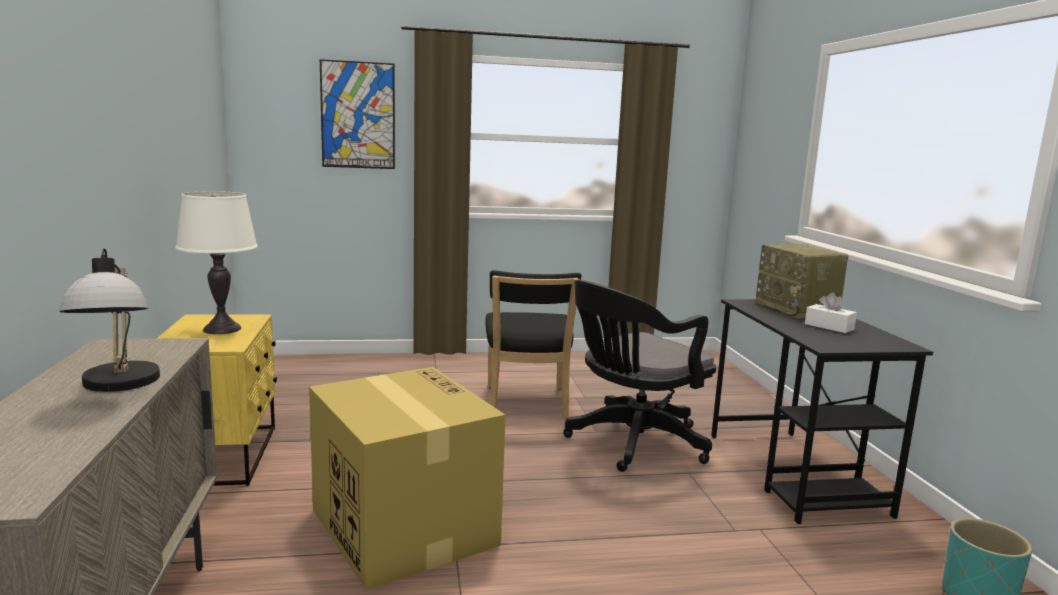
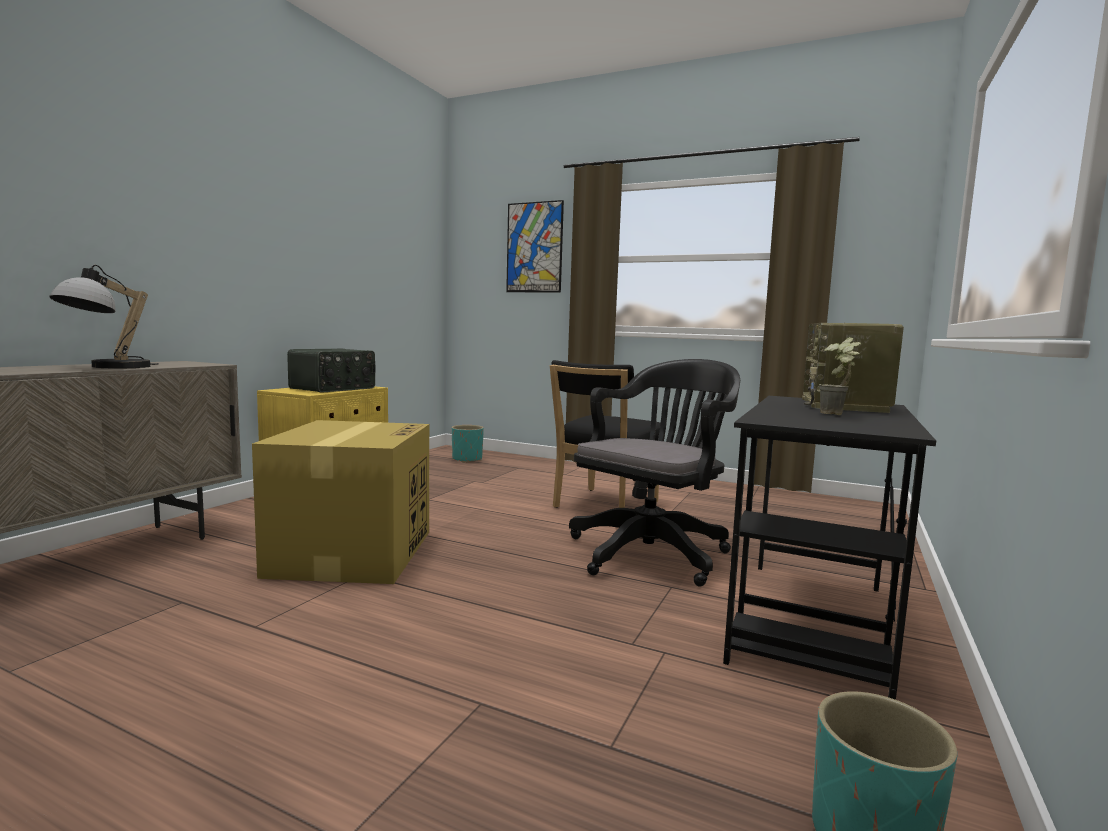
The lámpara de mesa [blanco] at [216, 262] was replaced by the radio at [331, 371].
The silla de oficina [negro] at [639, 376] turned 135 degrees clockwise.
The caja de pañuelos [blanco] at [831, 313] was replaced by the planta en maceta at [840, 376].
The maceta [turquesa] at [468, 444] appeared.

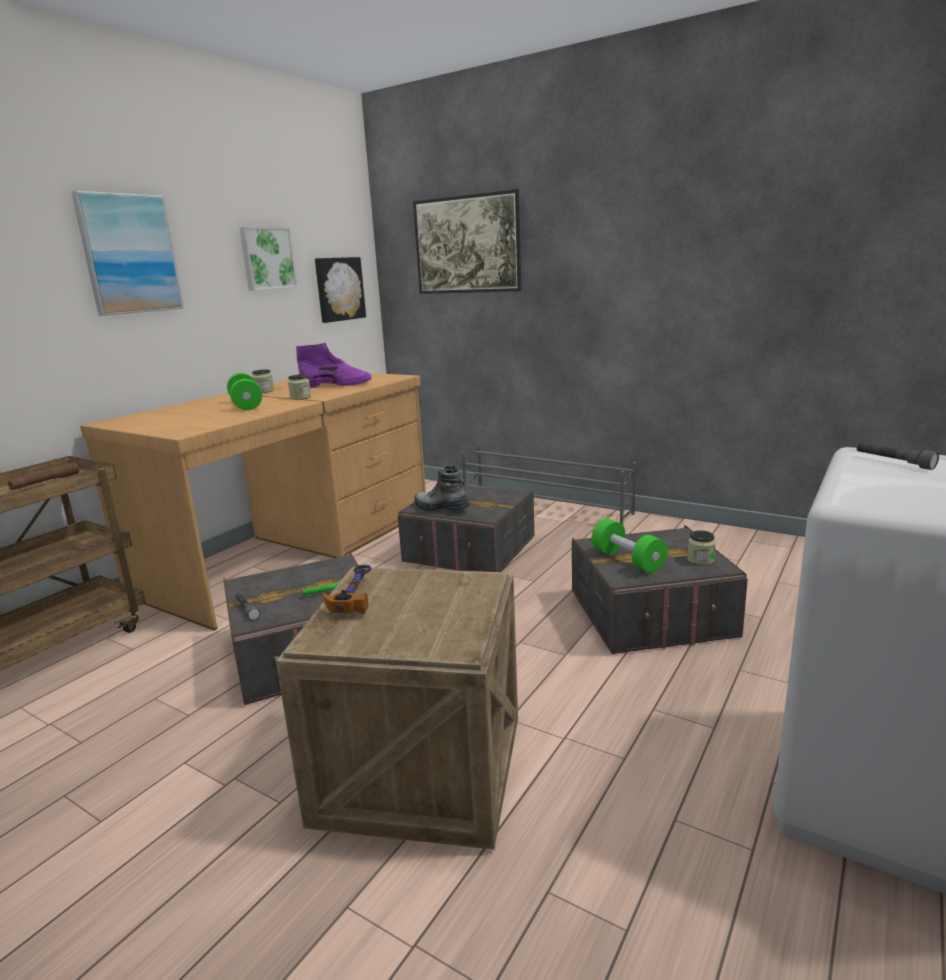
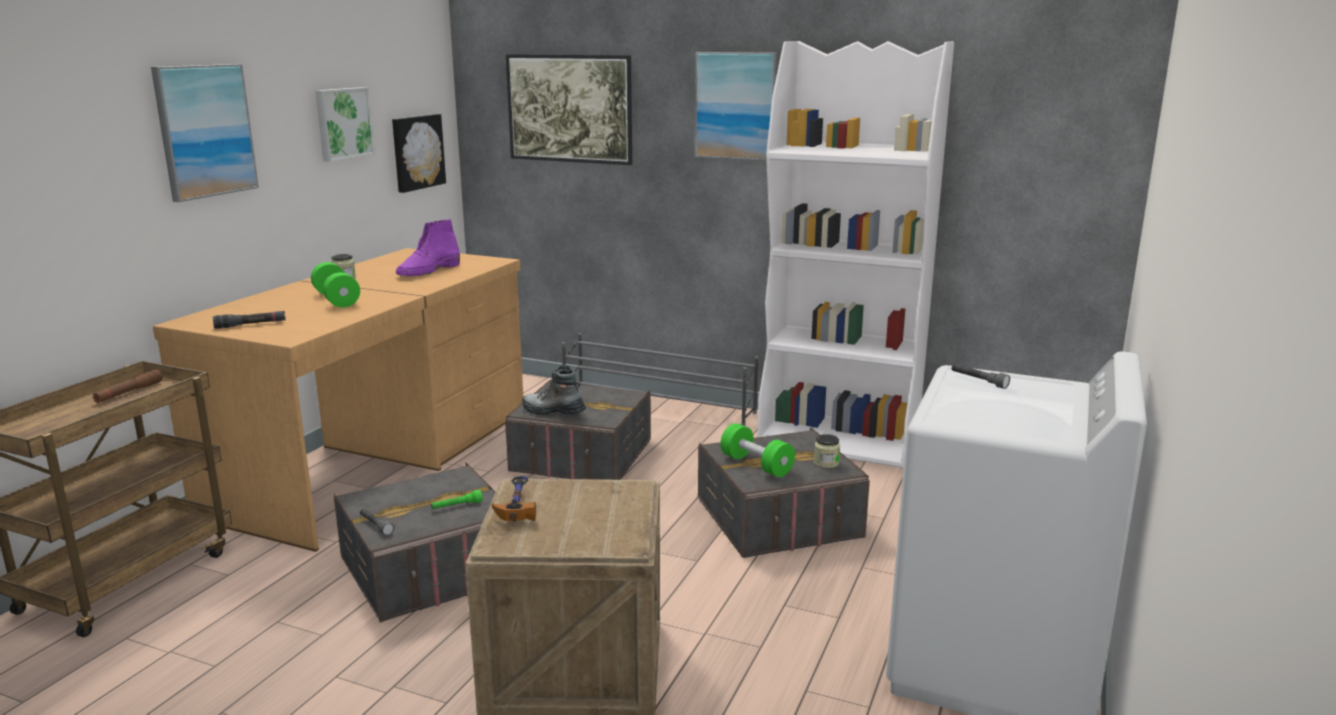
The bota [morado] at [334, 365] turned 135 degrees clockwise.
The tarro at [299, 387] disappeared.
The estantería [blanco] at [855, 254] appeared.
The cuadro at [736, 106] appeared.
The linterna [negro] at [249, 320] appeared.

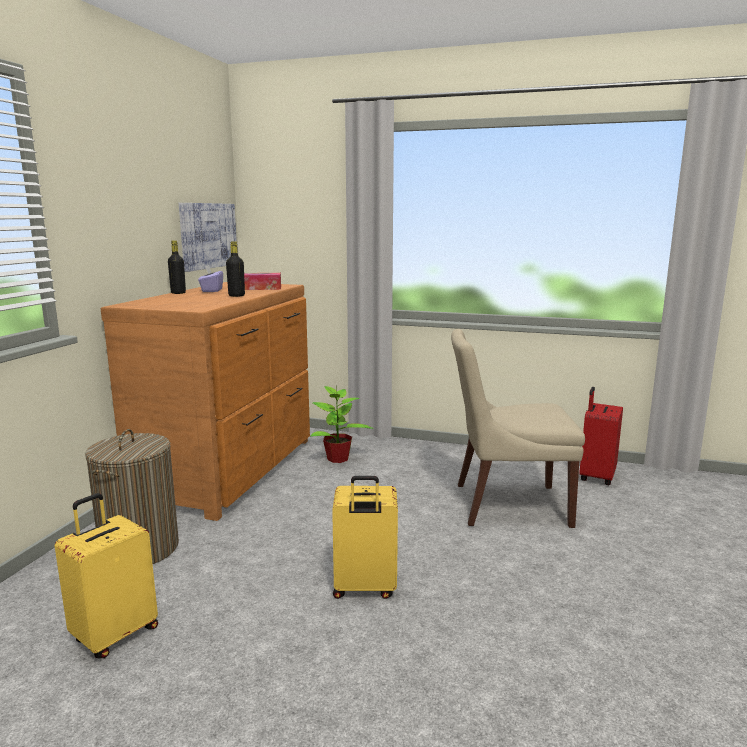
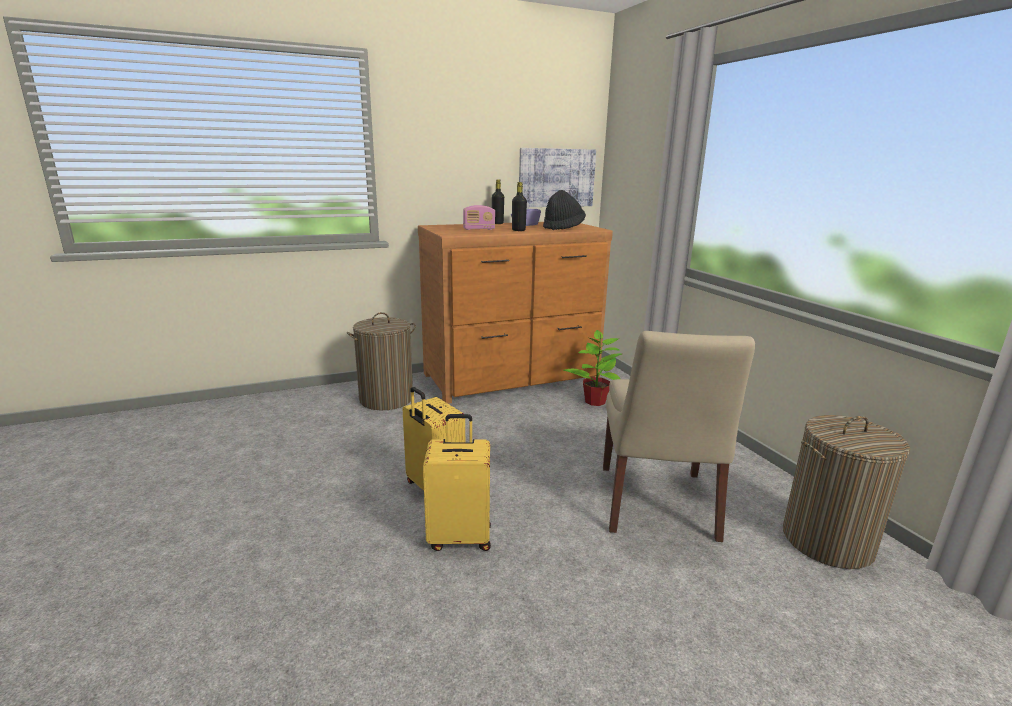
The caja de pañuelos at [262, 281] was replaced by the sombrero [negro] at [564, 210].
The silla [beis] at [518, 428] turned 135 degrees counterclockwise.
The maleta [rojo] at [601, 436] was replaced by the cesto de la ropa at [846, 492].
The maleta [amarillo] moved from [106, 576] to [457, 482].
The radio at [479, 217] appeared.

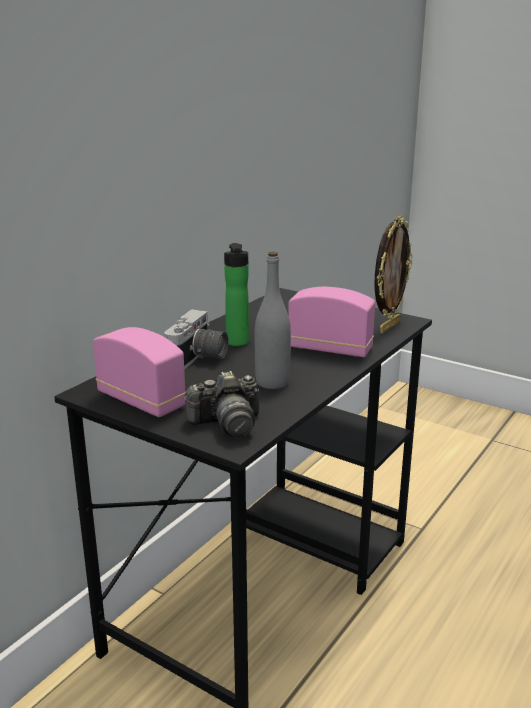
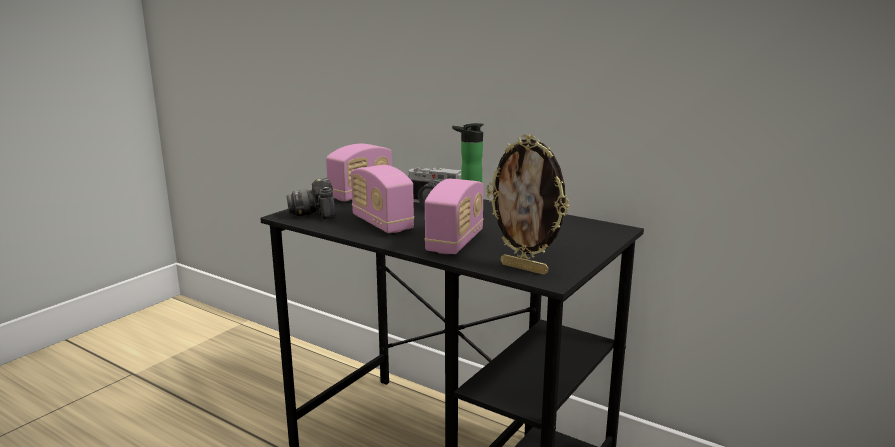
The botella [gris] at [273, 320] was replaced by the radio at [382, 199].

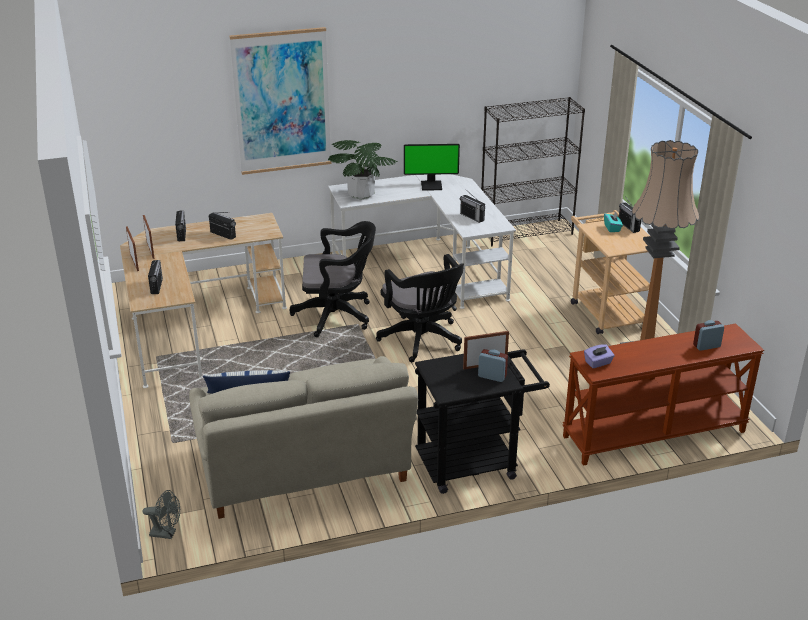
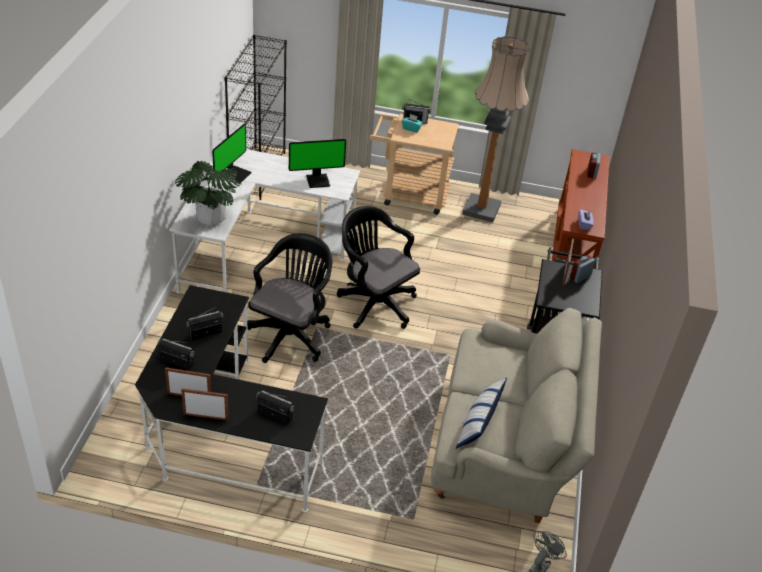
The cuadro at [280, 101] disappeared.
The radio at [472, 206] was replaced by the monitor at [317, 163].
The escritorio [beis] at [203, 300] became the escritorio [negro] at [231, 399].
The silla de oficina [negro] at [420, 308] turned 135 degrees counterclockwise.

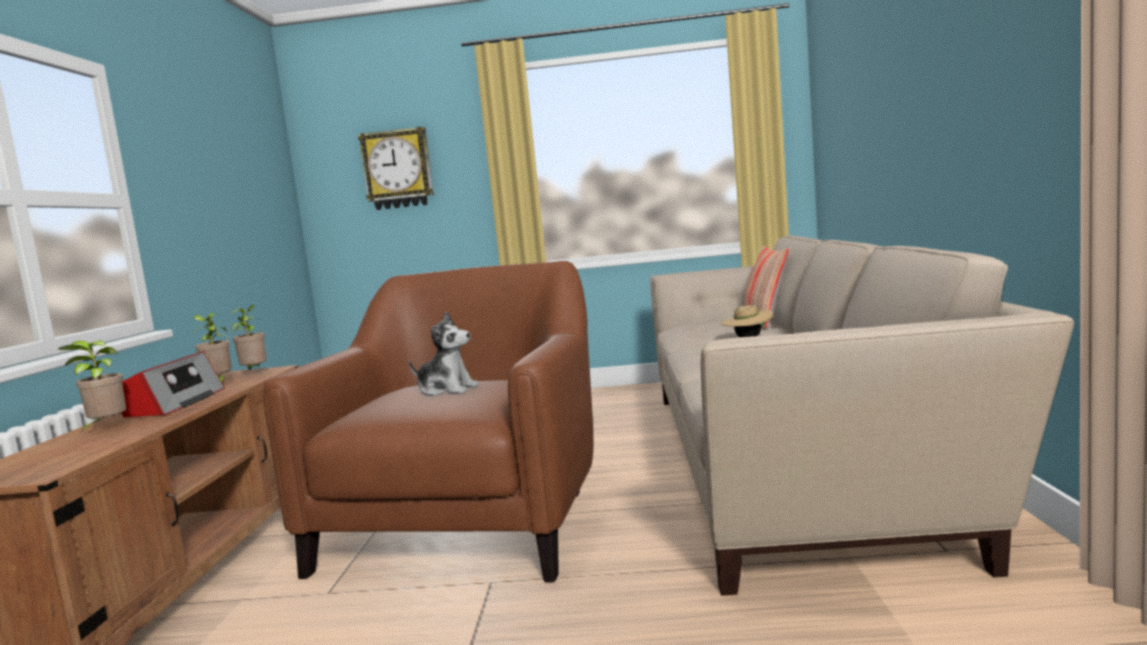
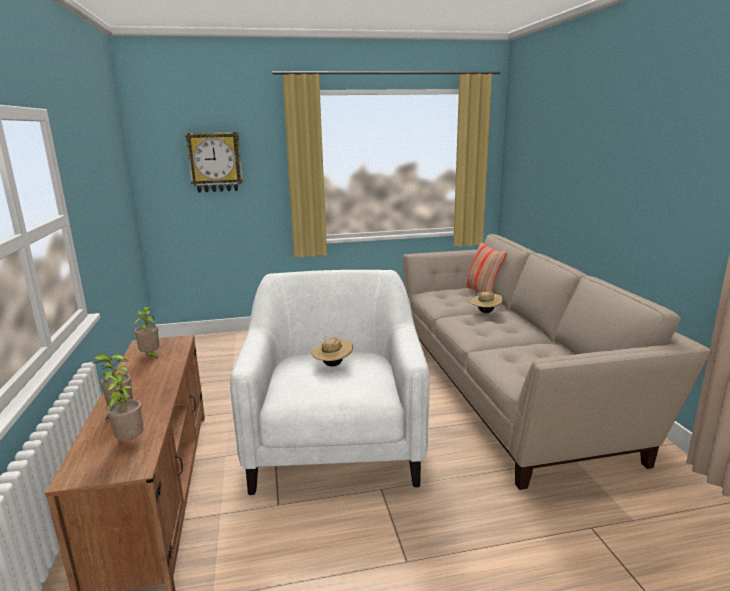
The sillón [marrón] at [428, 422] became the sillón [blanco] at [330, 382].
The planta en maceta moved from [249, 338] to [125, 406].
The peluche at [444, 353] was replaced by the sombrero [beis] at [332, 351].
The radio at [173, 384] disappeared.

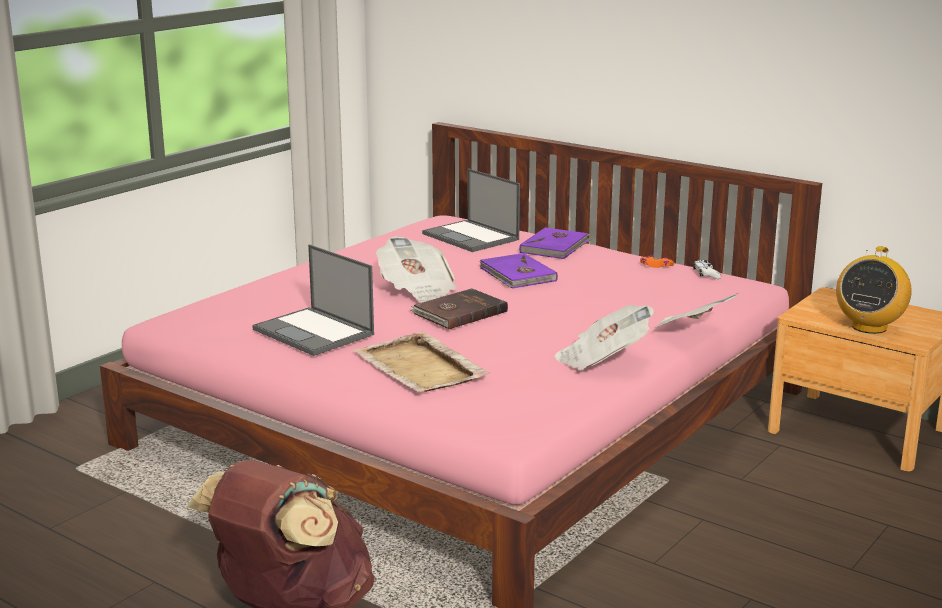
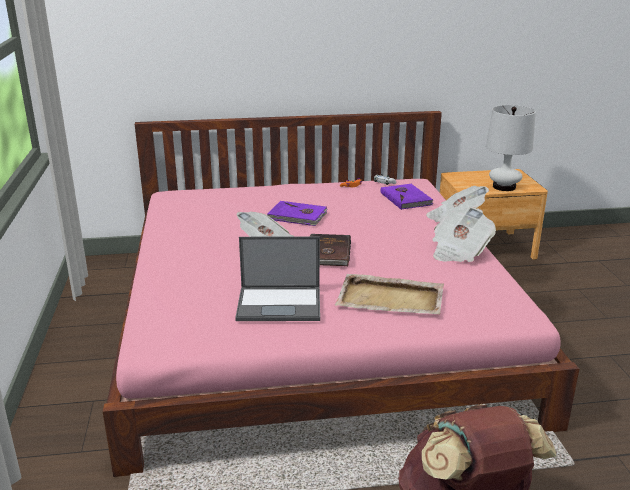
The portátil at [471, 210] disappeared.
The libro [morado] moved from [555, 243] to [407, 197].
The radio at [874, 290] was replaced by the lámpara de mesa [blanco] at [511, 148].

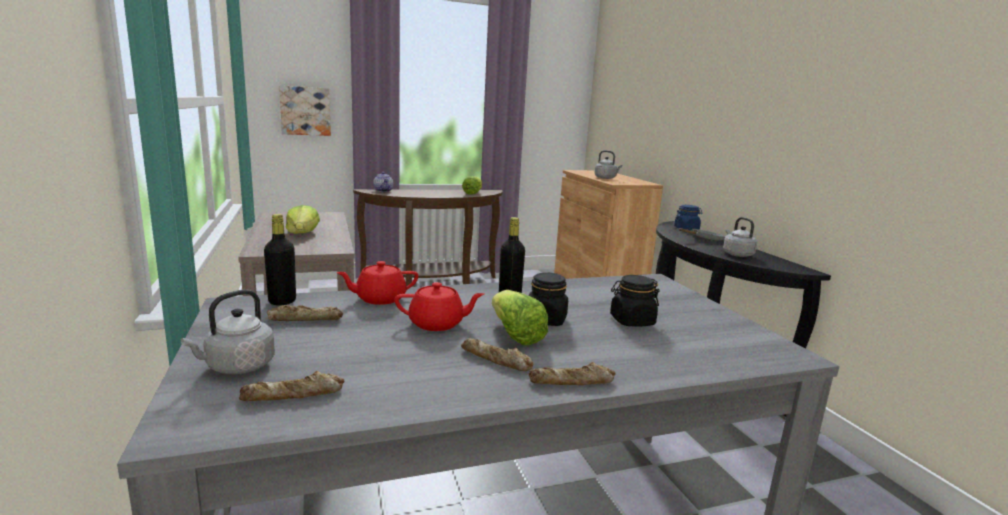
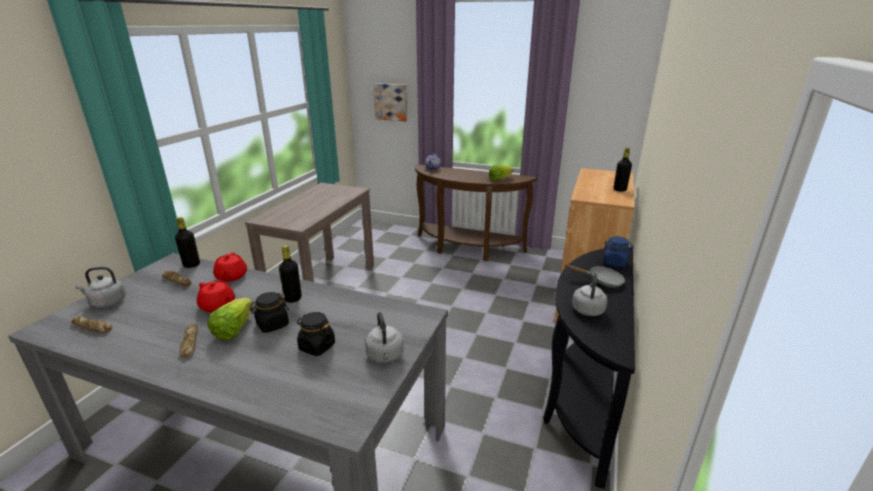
The hervidor [gris] moved from [608, 164] to [384, 337].
The lechuga at [303, 219] disappeared.
The tetera [rojo] at [377, 283] turned 120 degrees counterclockwise.
The pan at [572, 373] disappeared.
The botella [negro] at [623, 170] appeared.

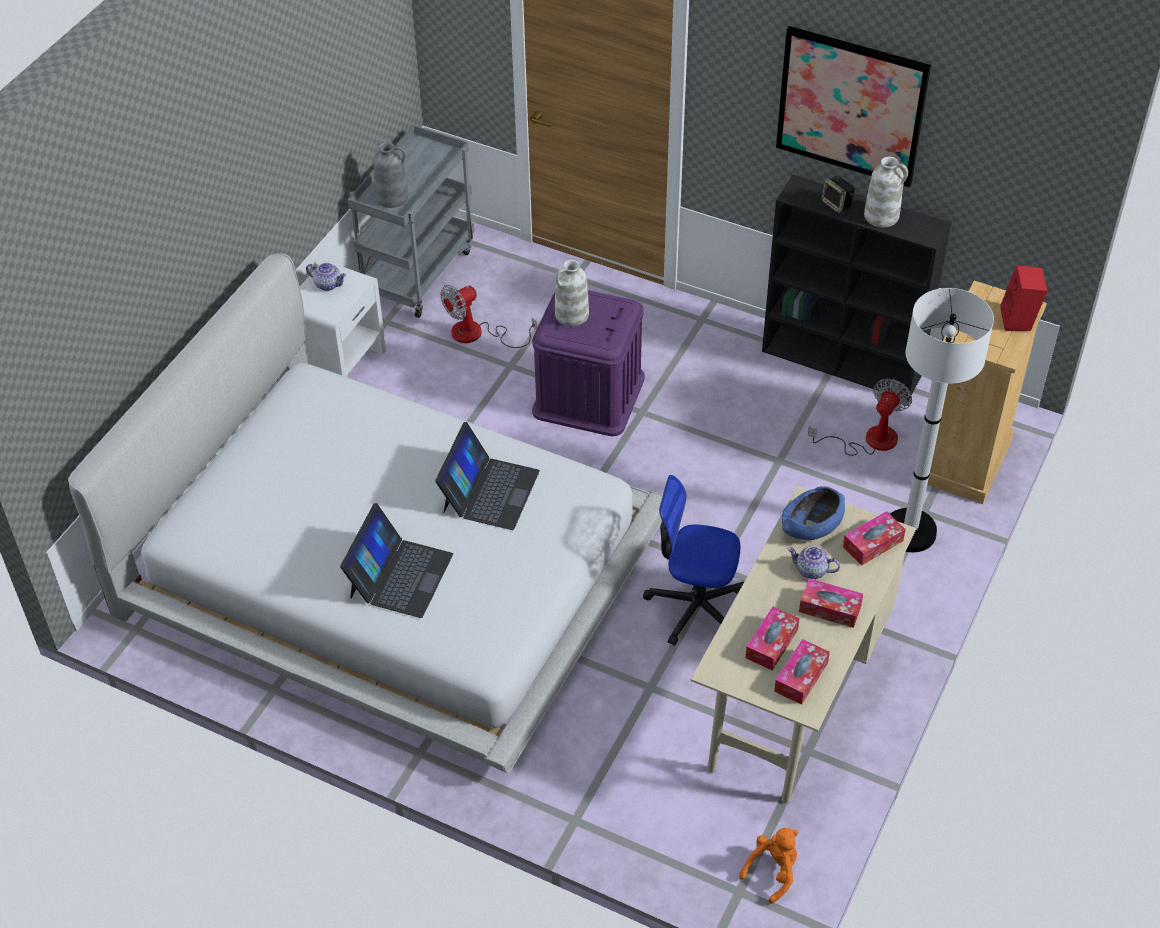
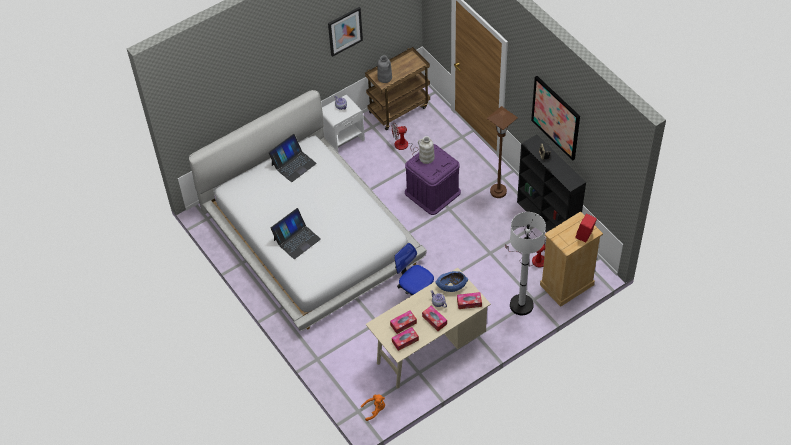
The carrito [gris] at [410, 221] became the carrito [marrón] at [397, 88].
The florero [blanco] at [886, 192] disappeared.
The portátil moved from [487, 476] to [292, 158].
The cuadro at [345, 32] appeared.
The lámpara de pie [marrón] at [502, 152] appeared.

